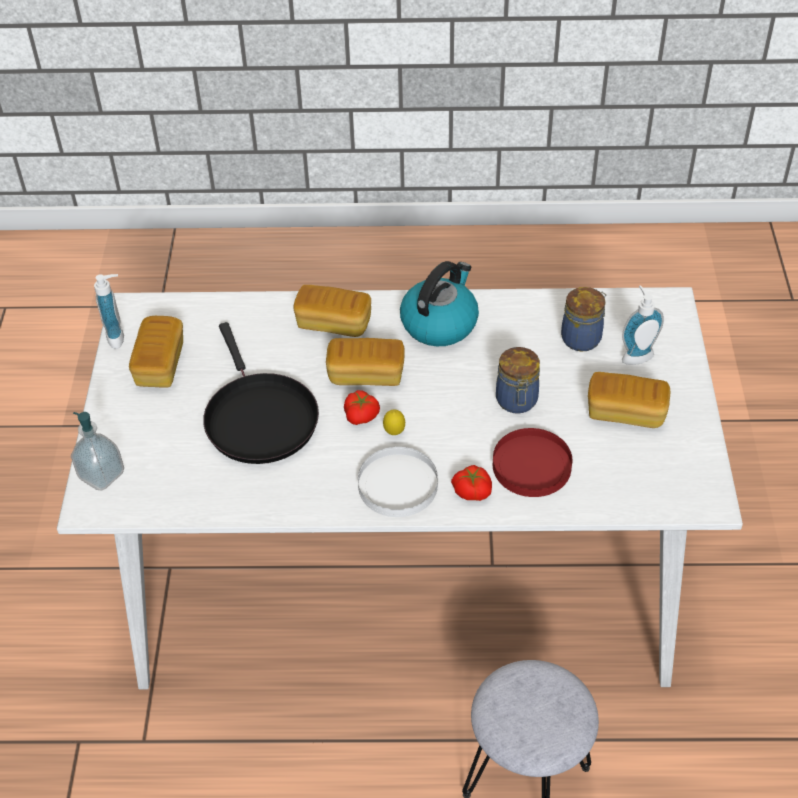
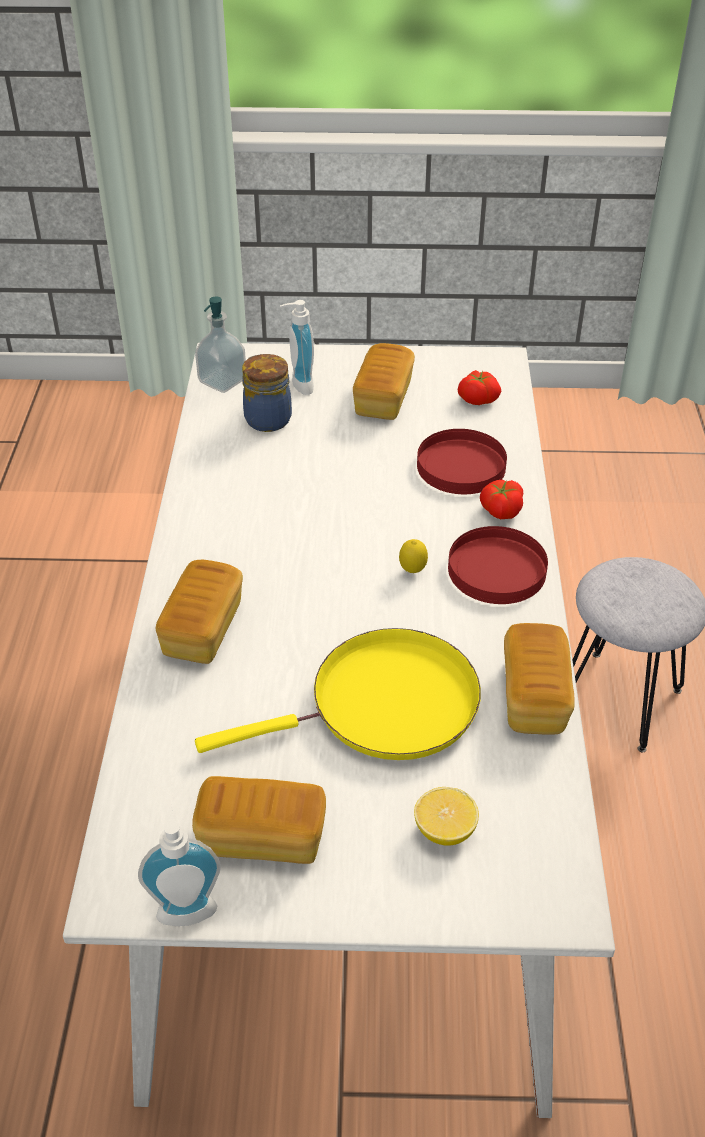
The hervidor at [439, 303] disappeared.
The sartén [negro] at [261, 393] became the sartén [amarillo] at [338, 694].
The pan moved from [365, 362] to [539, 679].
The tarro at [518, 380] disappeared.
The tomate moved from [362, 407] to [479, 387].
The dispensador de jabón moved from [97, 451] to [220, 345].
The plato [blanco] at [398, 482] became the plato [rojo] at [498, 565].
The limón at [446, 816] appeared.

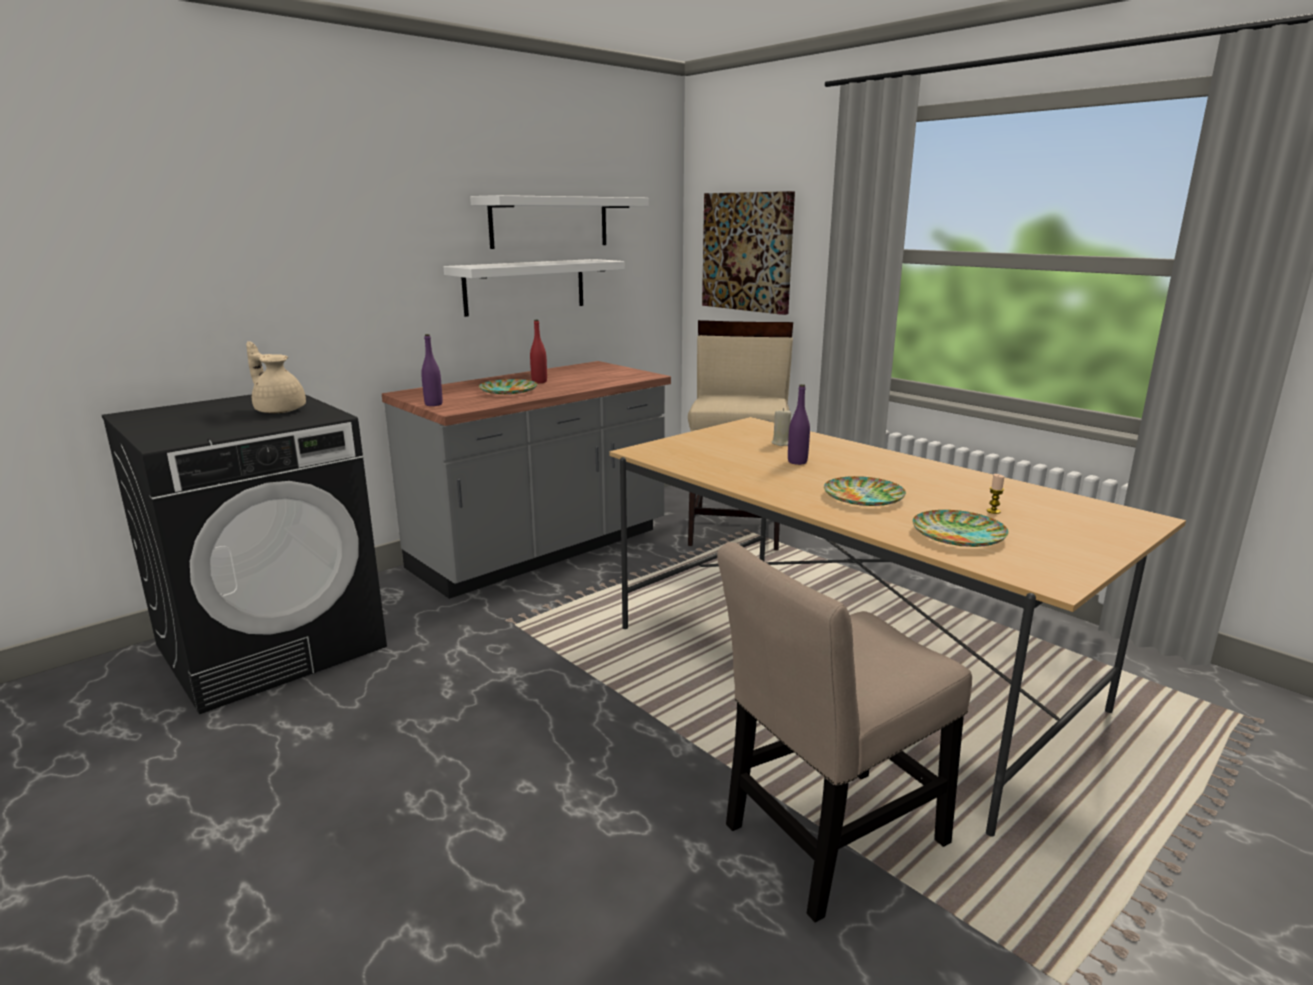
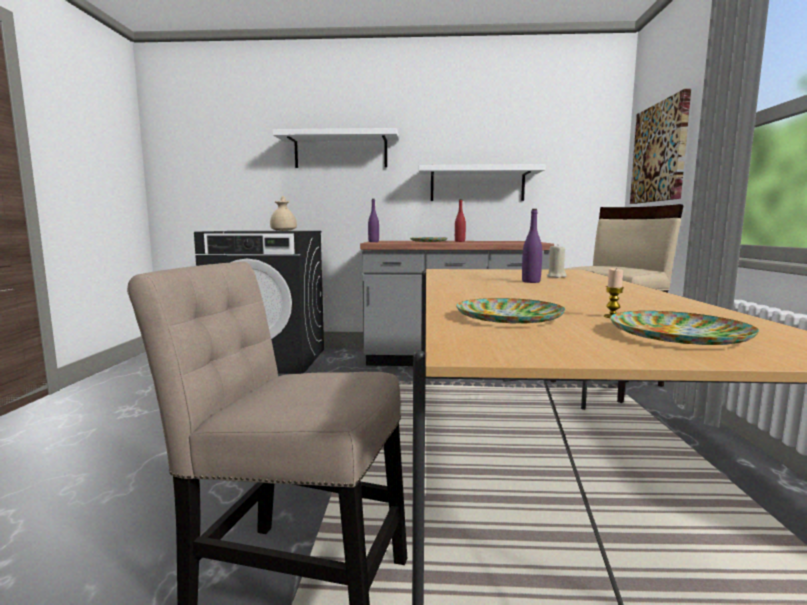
The estante [blanco] moved from [559, 222] to [335, 148].
The plato moved from [865, 491] to [684, 328].

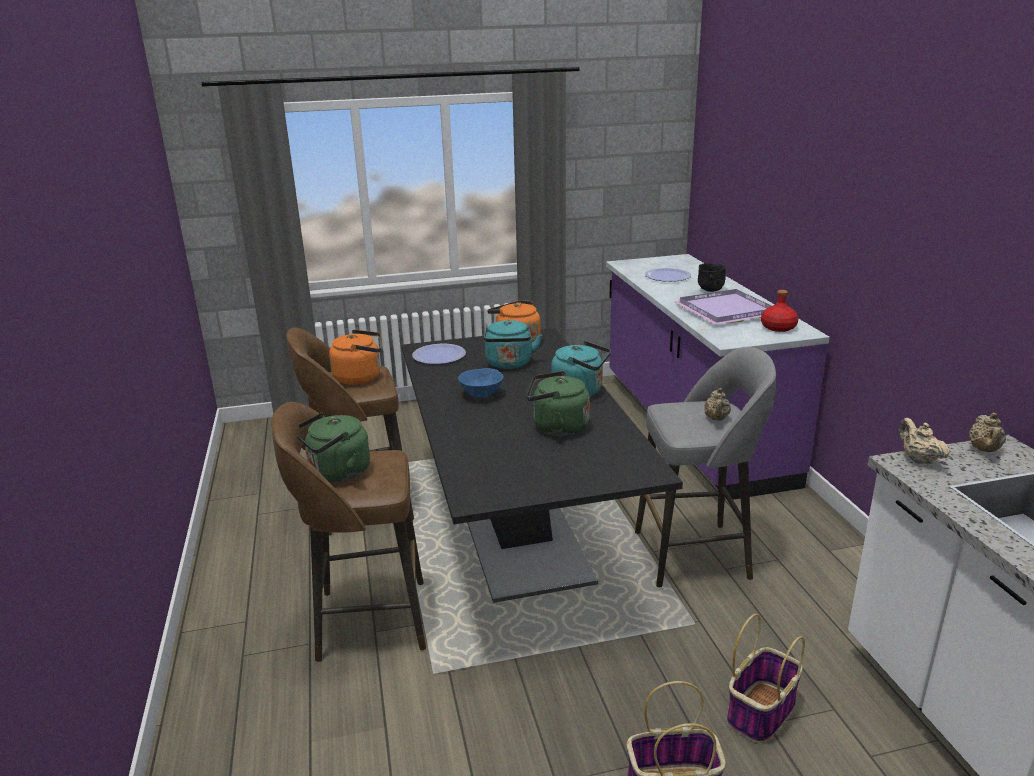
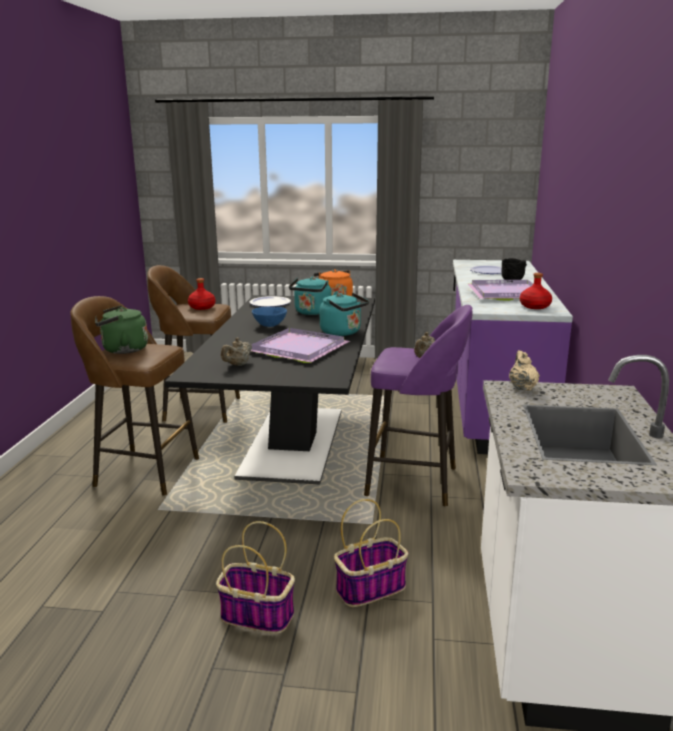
The hervidor [naranja] at [355, 357] was replaced by the botella [rojo] at [202, 294].
The taburete [gris] at [705, 467] became the taburete [morado] at [418, 406].
The hervidor [verde] at [558, 403] was replaced by the bandeja [morado] at [300, 345].
The tetera [beis] moved from [987, 432] to [236, 352].

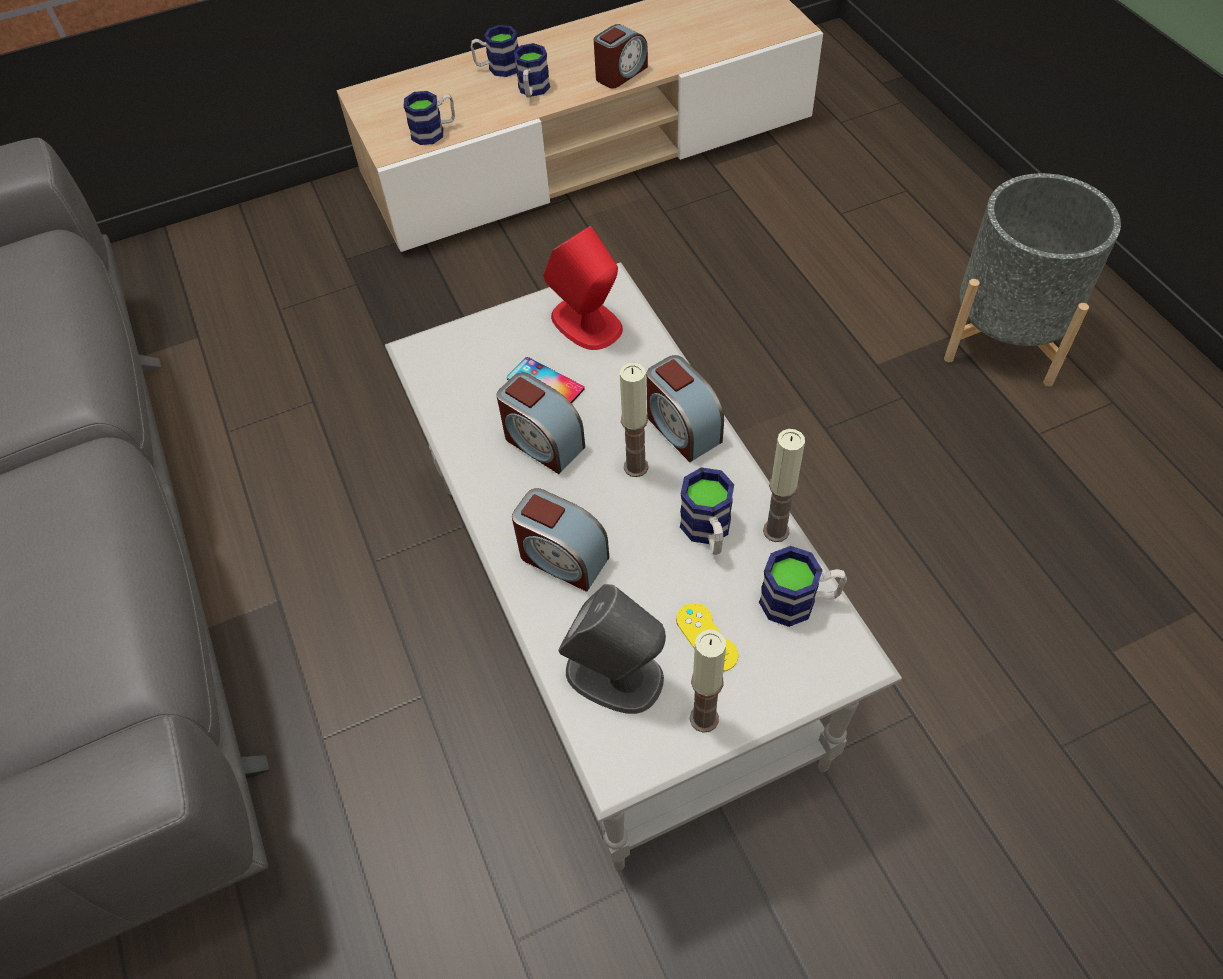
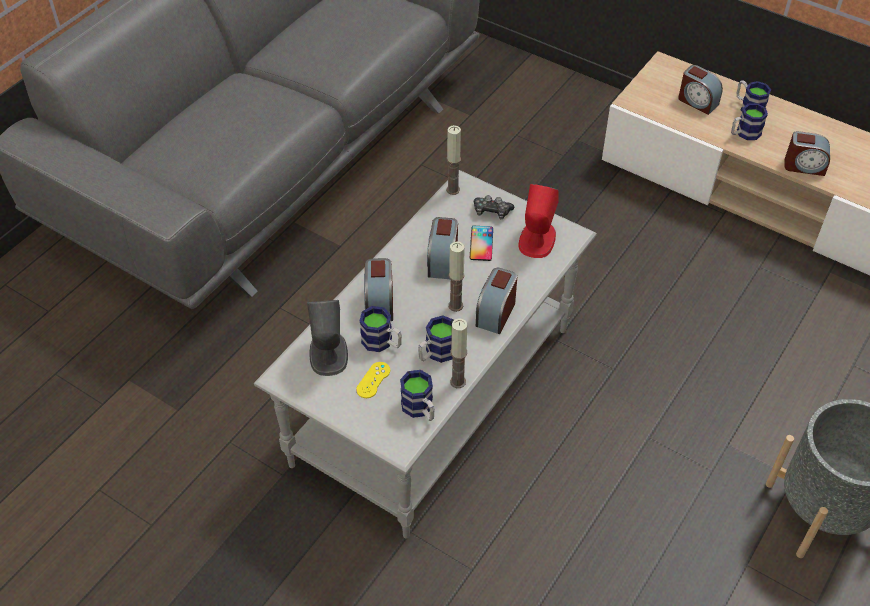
The taza grande moved from [429, 118] to [380, 329].
The vela moved from [708, 681] to [453, 160].
The despertador at [700, 90] appeared.
The mando de consola at [494, 207] appeared.

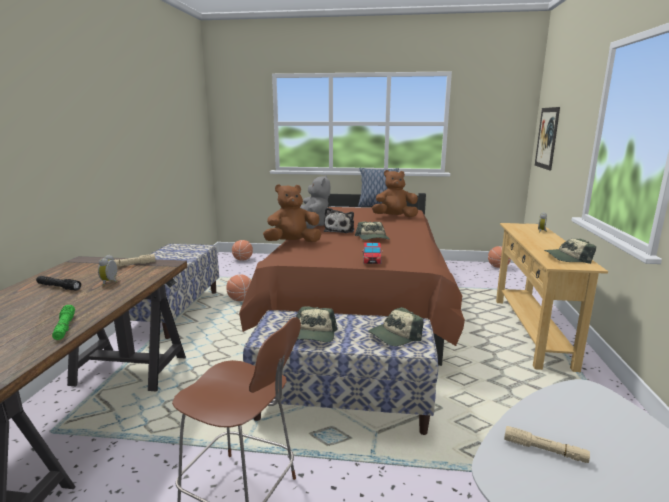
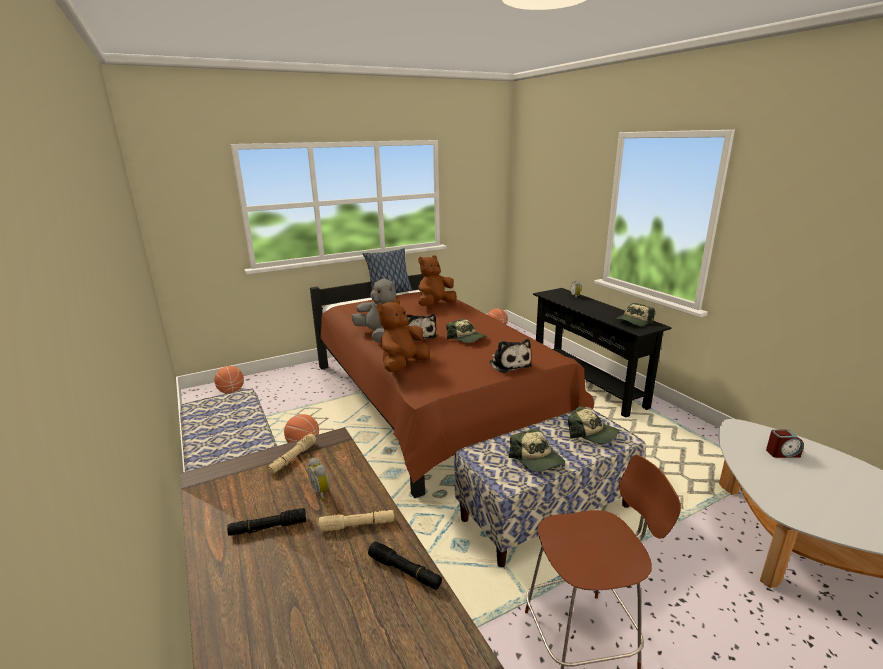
The cuadro at [547, 139] disappeared.
The mesa consola [beis] at [552, 297] became the mesa consola [negro] at [602, 353].
The coche de juguete at [372, 253] was replaced by the peluche at [510, 356].
The linterna [verde] at [63, 322] became the linterna [negro] at [405, 566].
The gorra at [396, 326] turned 75 degrees counterclockwise.
The linterna [beis] moved from [547, 444] to [356, 520].
The despertador at [785, 444] appeared.

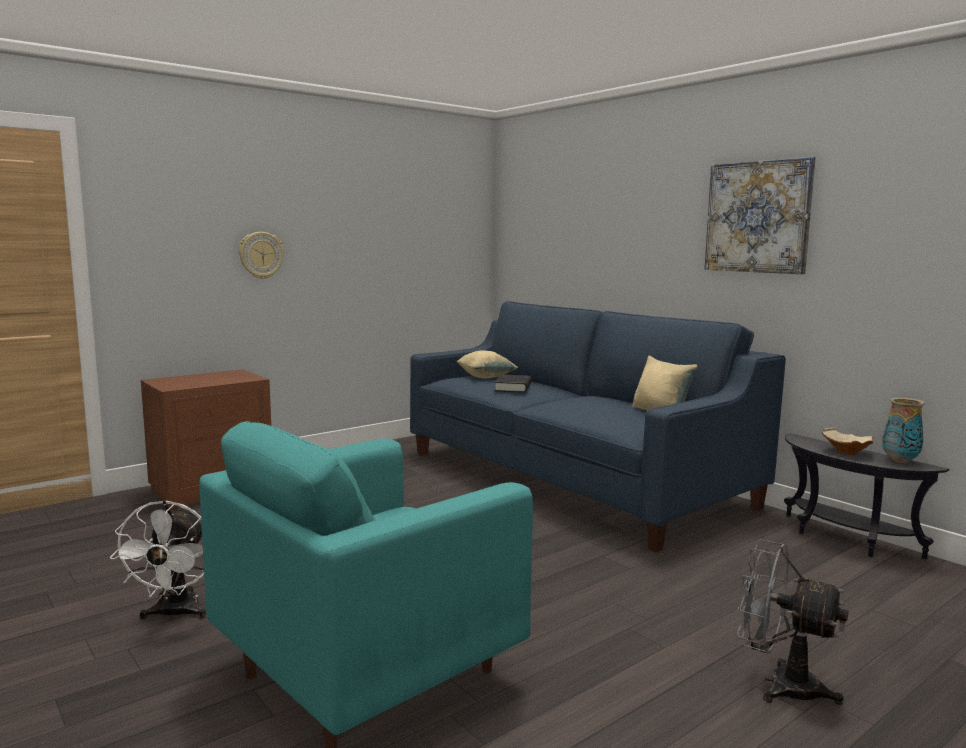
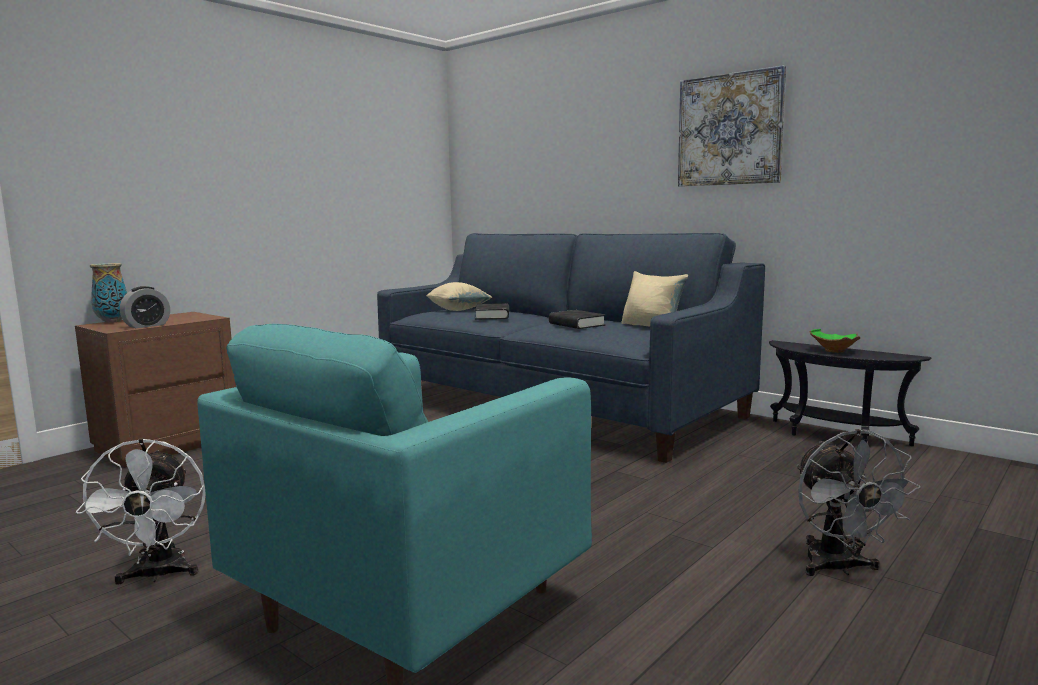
The reloj de pared at [261, 255] disappeared.
The florero moved from [903, 430] to [108, 293].
The cuenco [beis] at [848, 441] became the cuenco [verde] at [835, 341].
The ventilador [gris] at [792, 622] turned 120 degrees counterclockwise.
The despertador at [145, 307] appeared.
The libro [negro] at [577, 319] appeared.

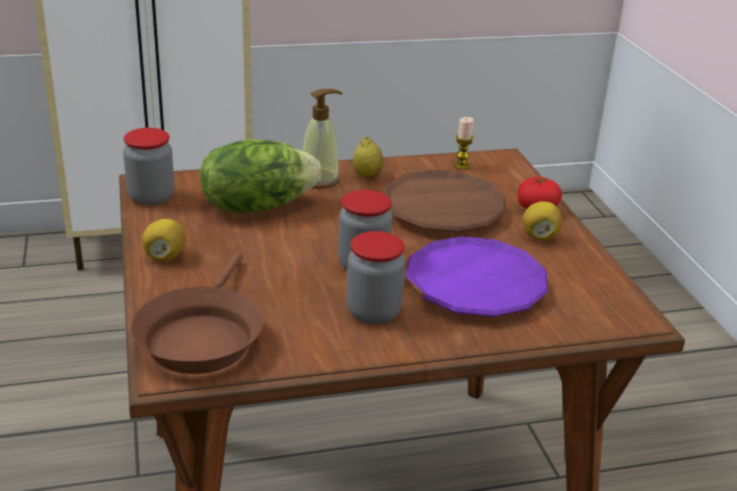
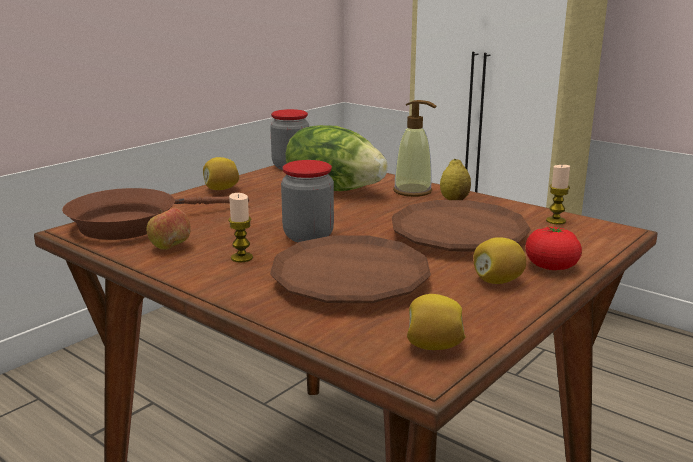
The tarro at [375, 277] was replaced by the vela at [240, 228].
The plato [morado] at [477, 276] became the plato [marrón] at [350, 269].
The manzana at [169, 229] appeared.
The limón at [436, 322] appeared.

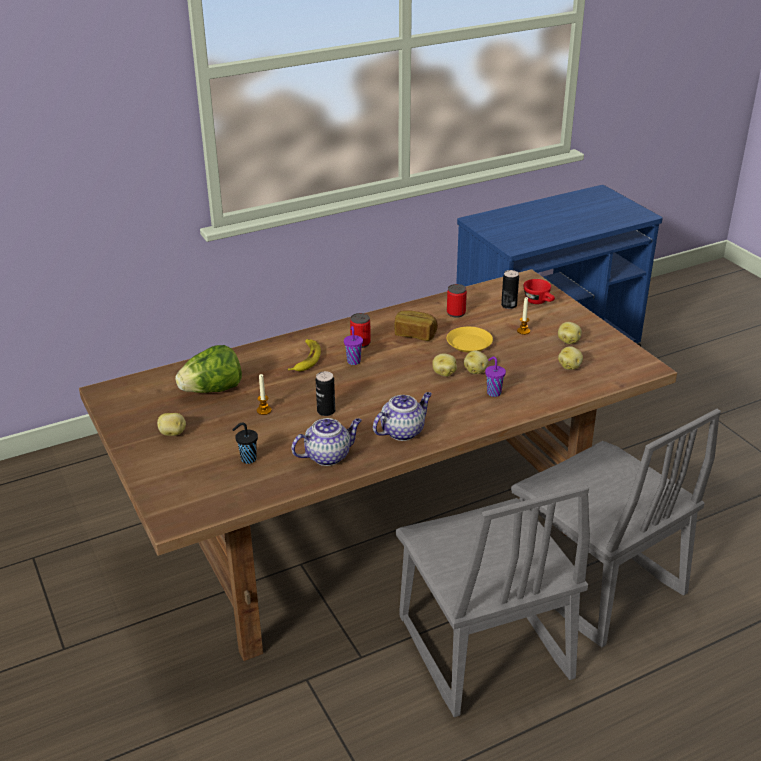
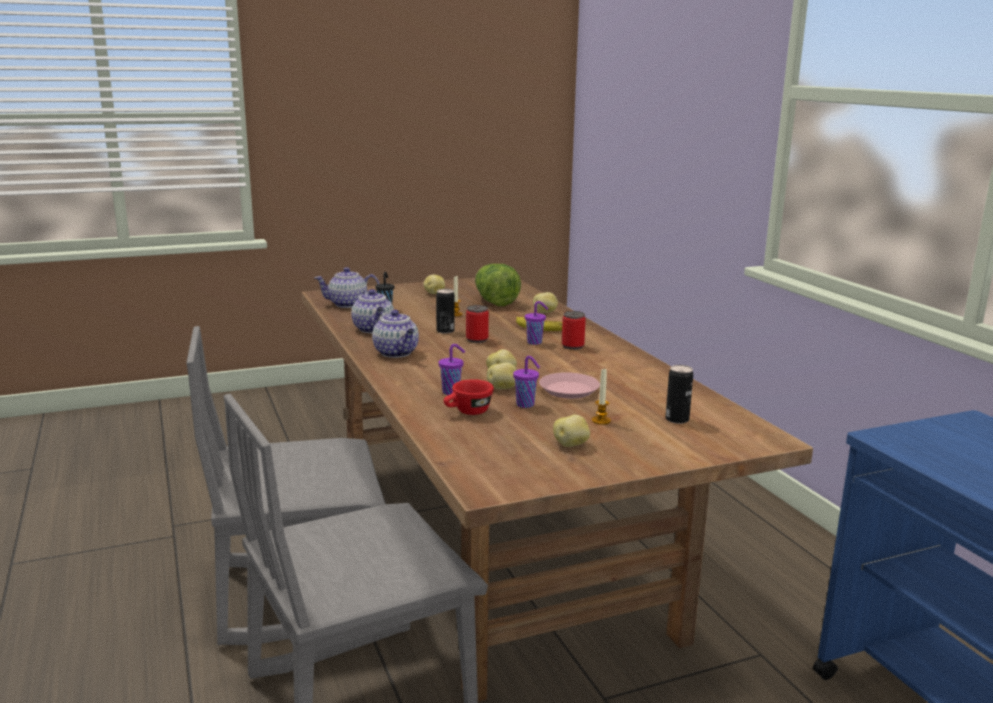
The taza [rojo] moved from [539, 291] to [469, 397].
The lata moved from [457, 301] to [477, 324].
The pan at [416, 325] disappeared.
The plato [amarillo] at [470, 340] became the plato [rosa] at [569, 385].
The patata moved from [570, 358] to [545, 302].
The tetera at [347, 287] appeared.
The taza [morado] at [526, 382] appeared.

